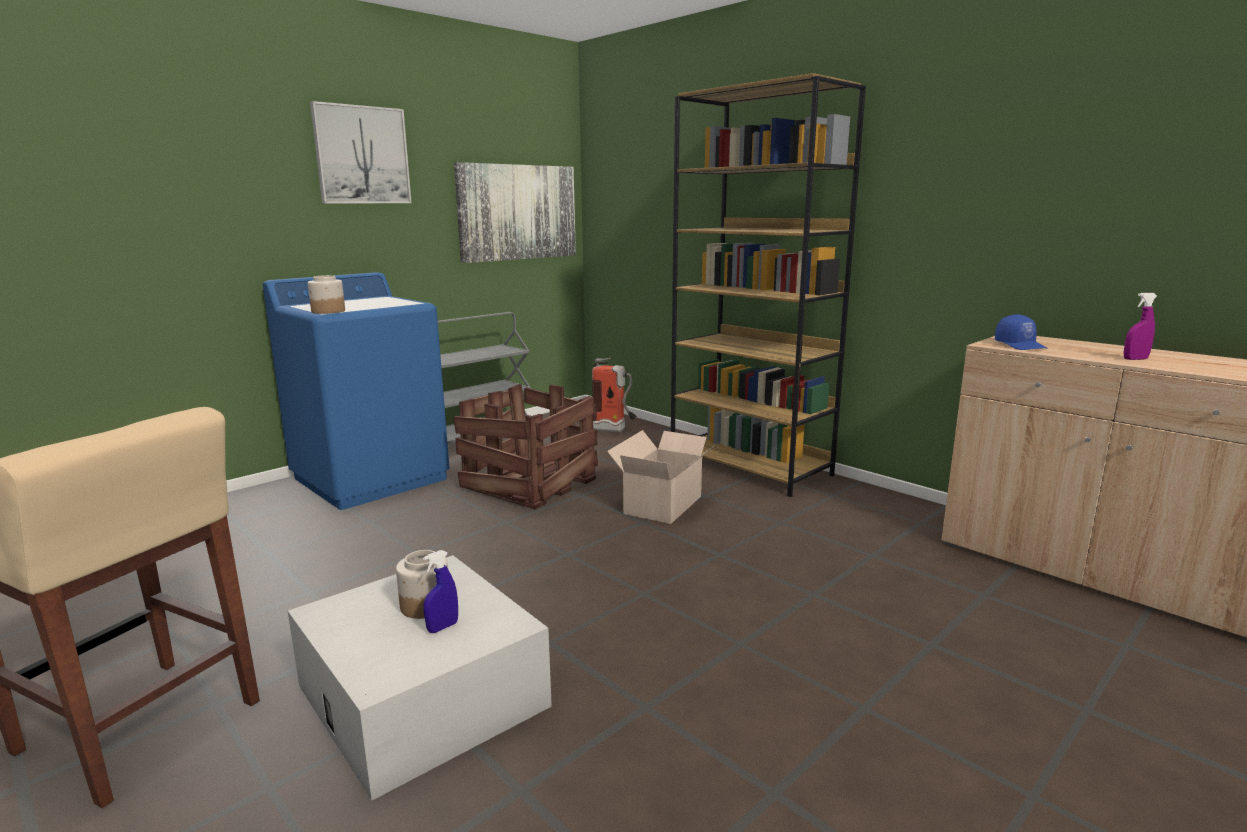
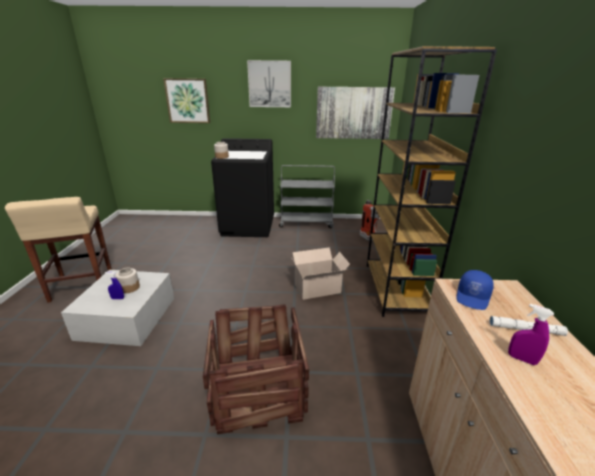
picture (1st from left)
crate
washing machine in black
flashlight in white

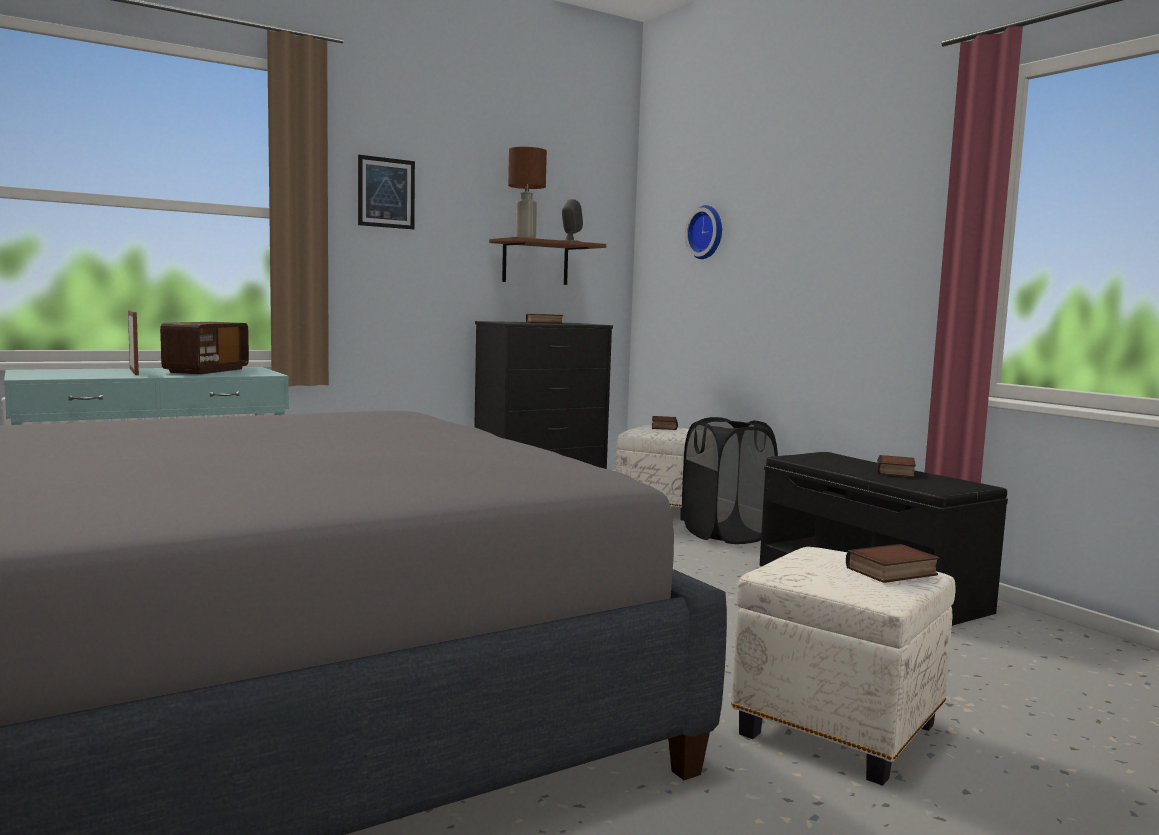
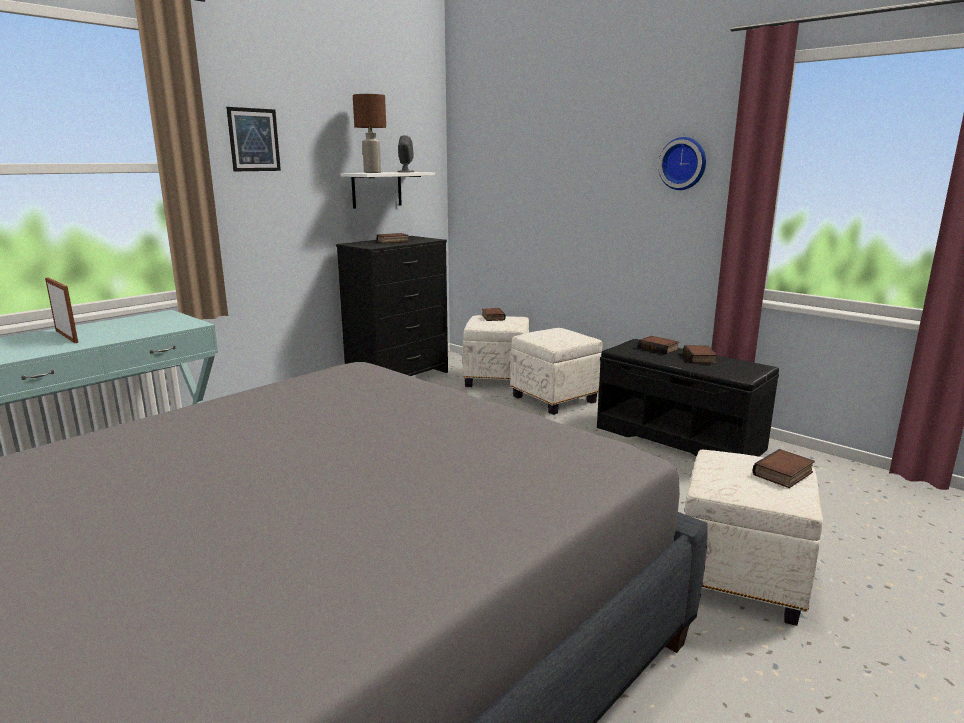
shelf in white
ottoman in white (2nd from left)
book (3rd from left)
wall clock
radio

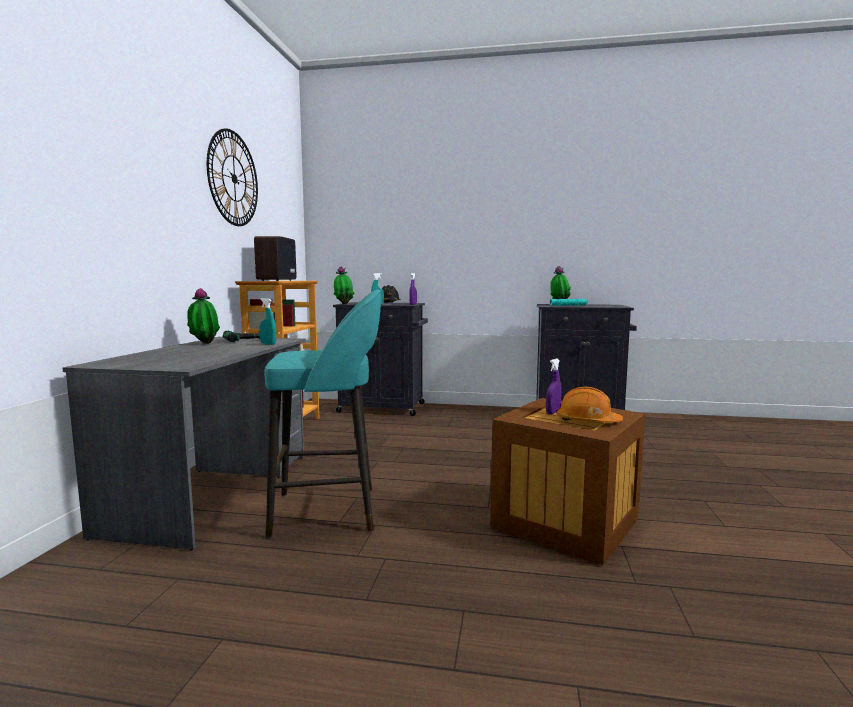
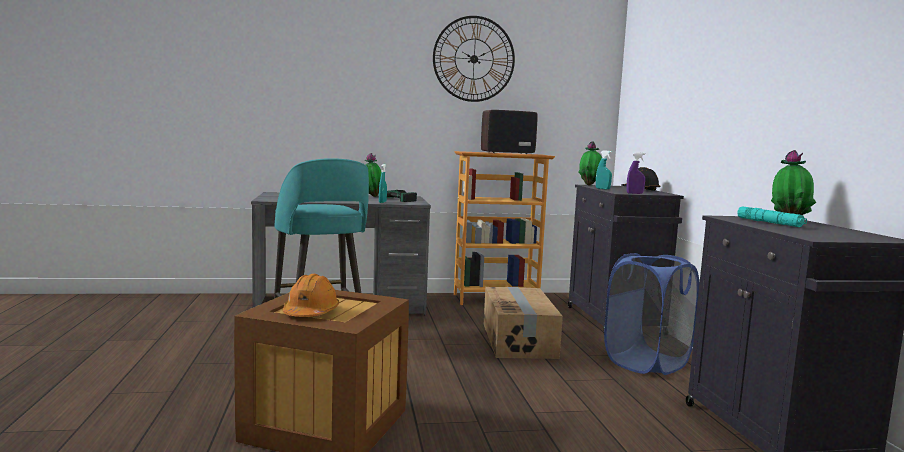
cardboard box
laundry basket in blue
spray bottle in purple (2nd from left in the first image)

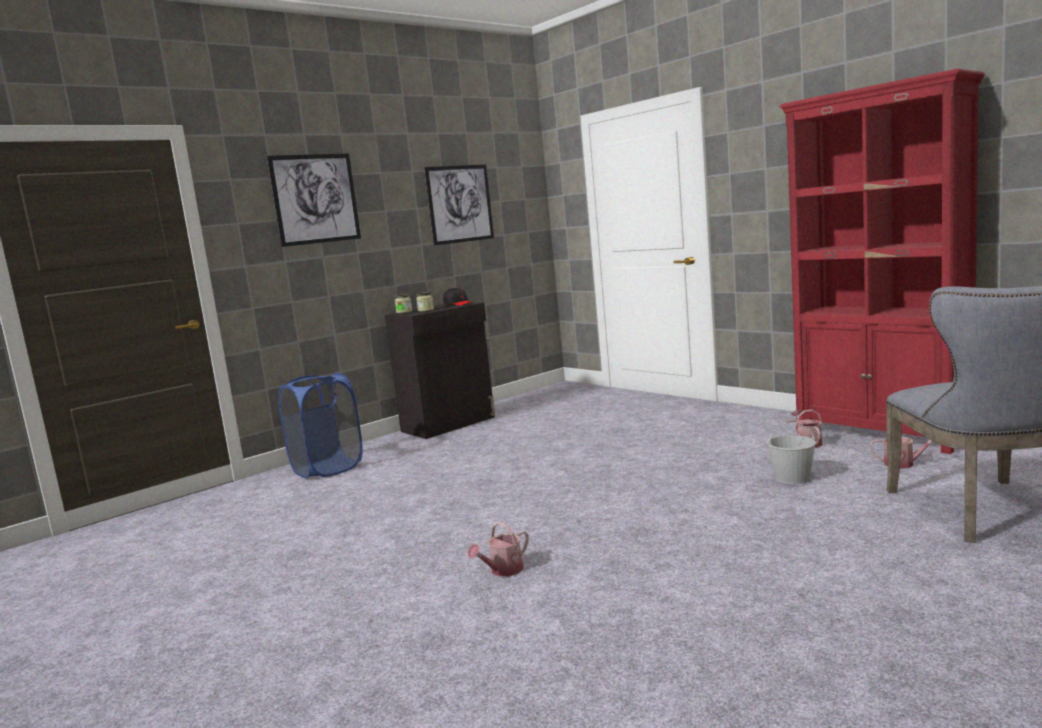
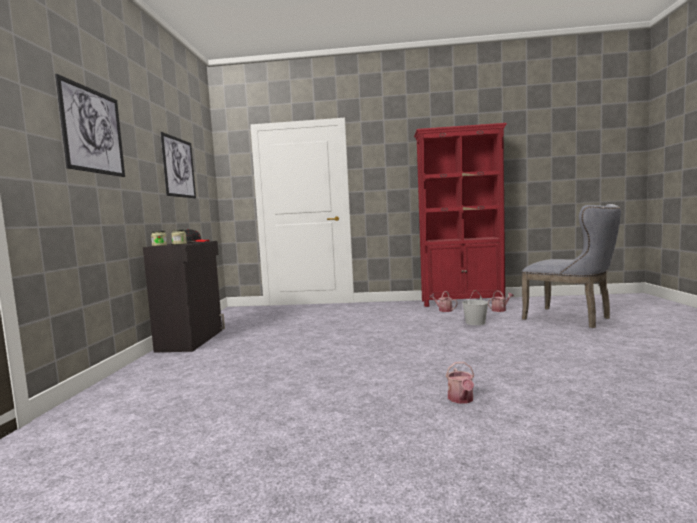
laundry basket in blue

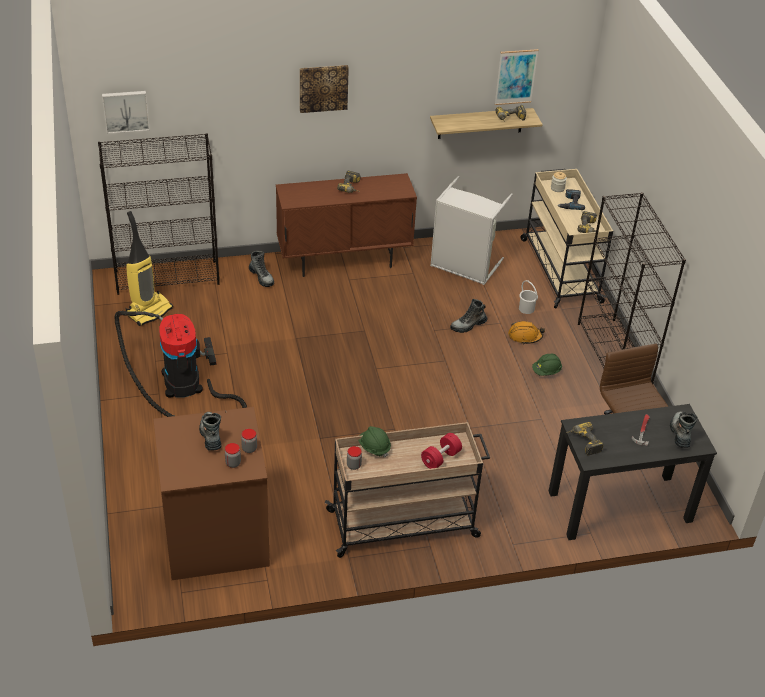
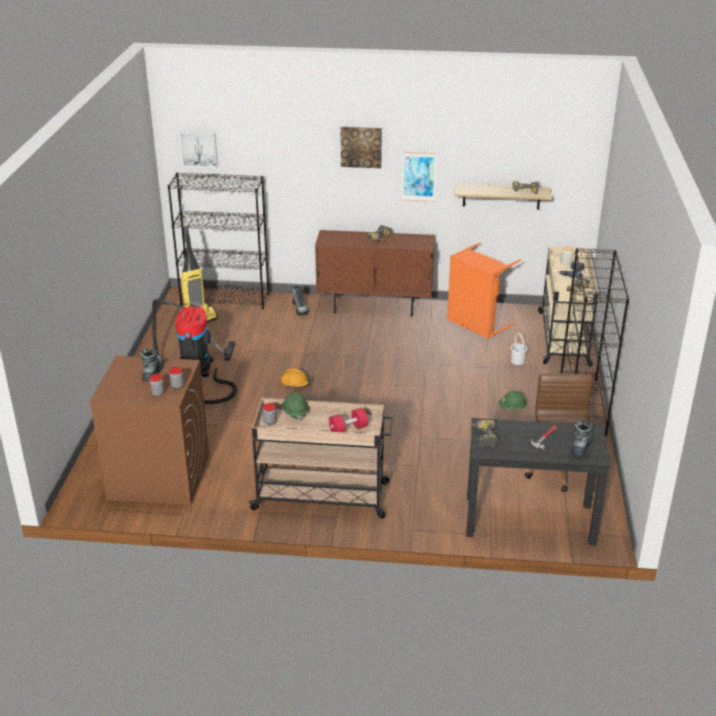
hard hat in orange
picture (3rd from left)
laundry basket in orange
boot (3rd from left in the first image)

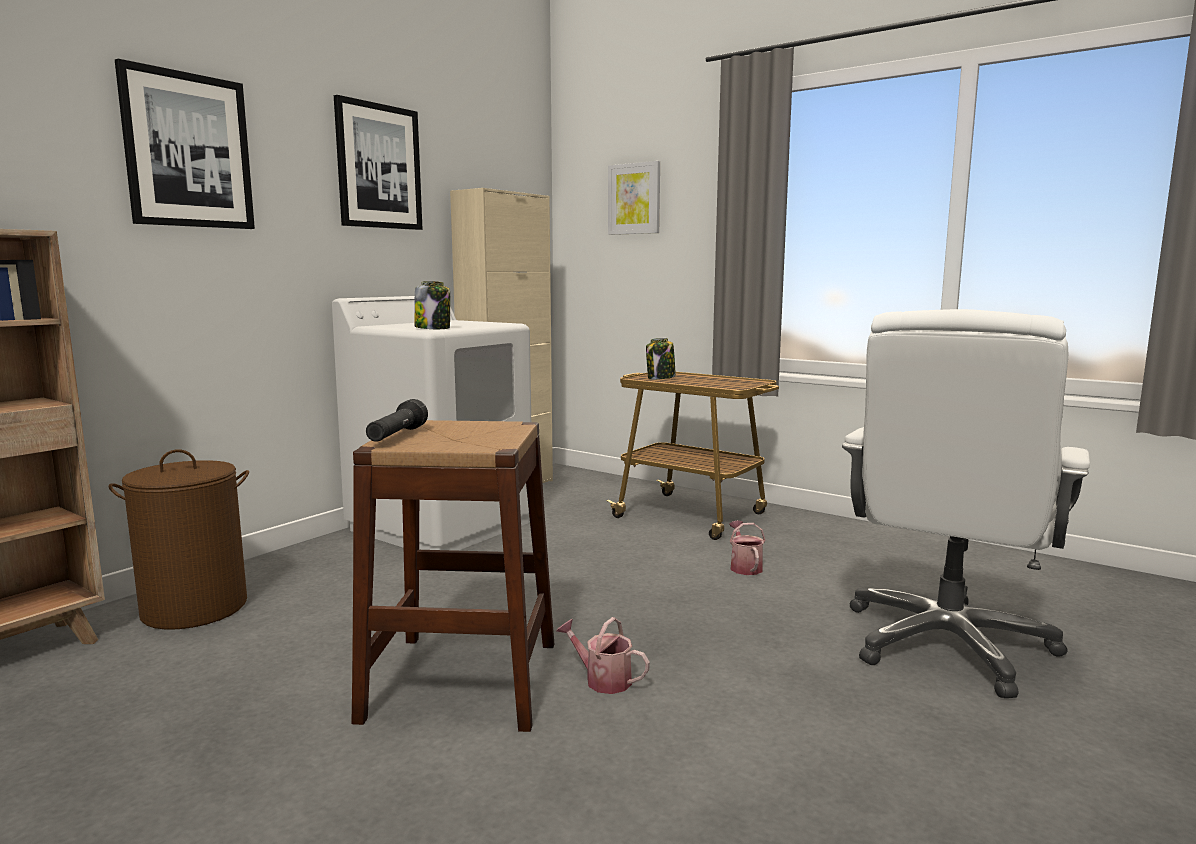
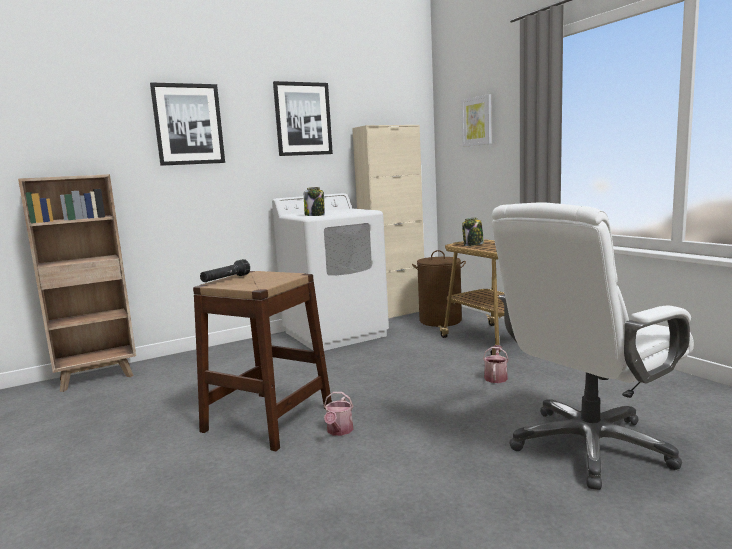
watering can (1st from left)
laundry basket in brown

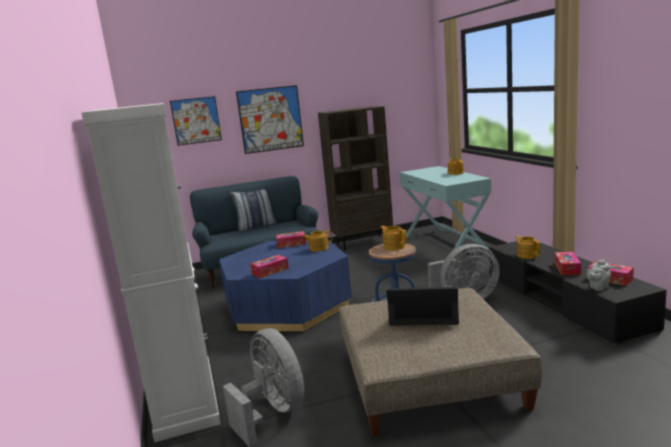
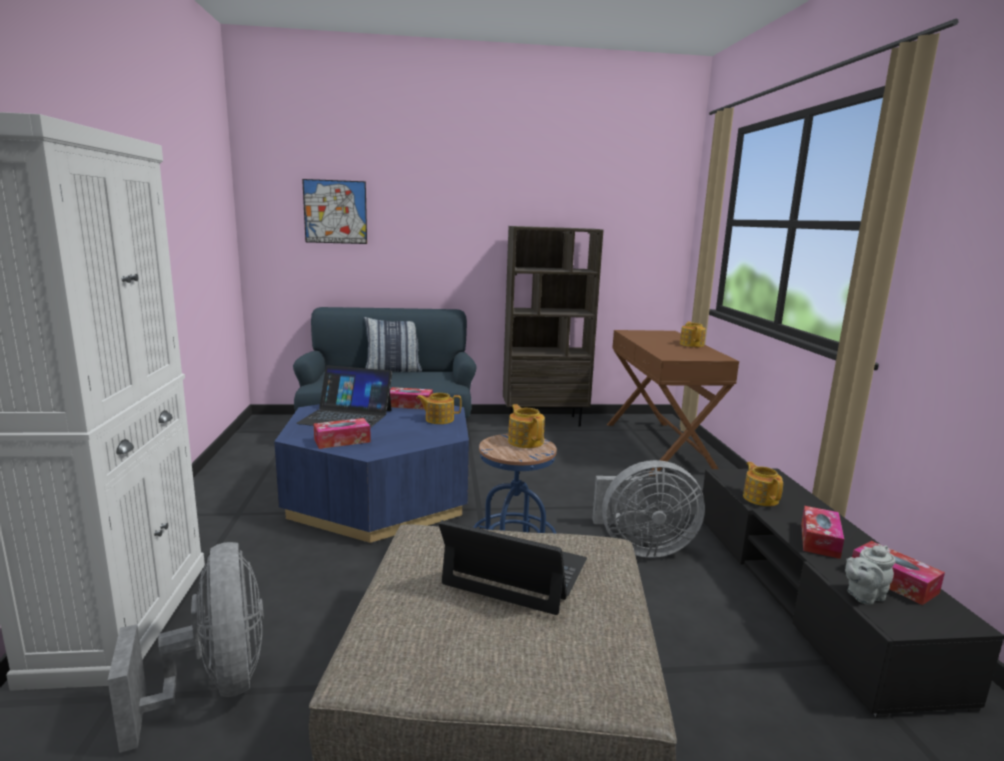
laptop (1st from left)
console table in brown
picture (2nd from left in the first image)

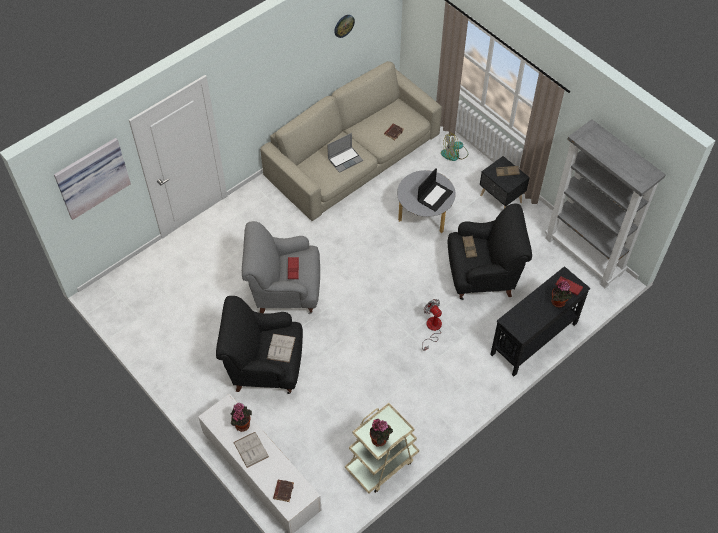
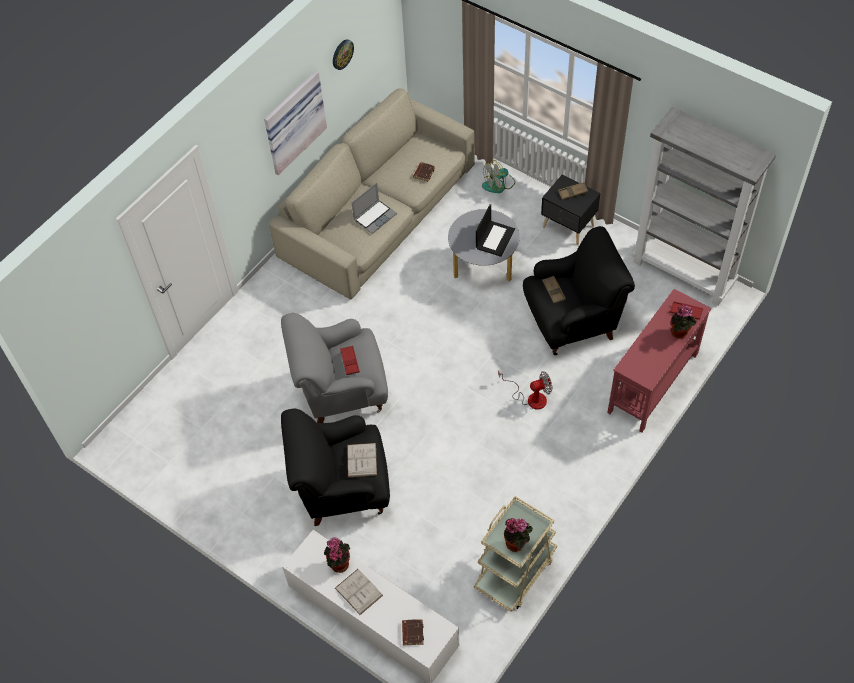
picture
fan (2nd from left)
console table in red

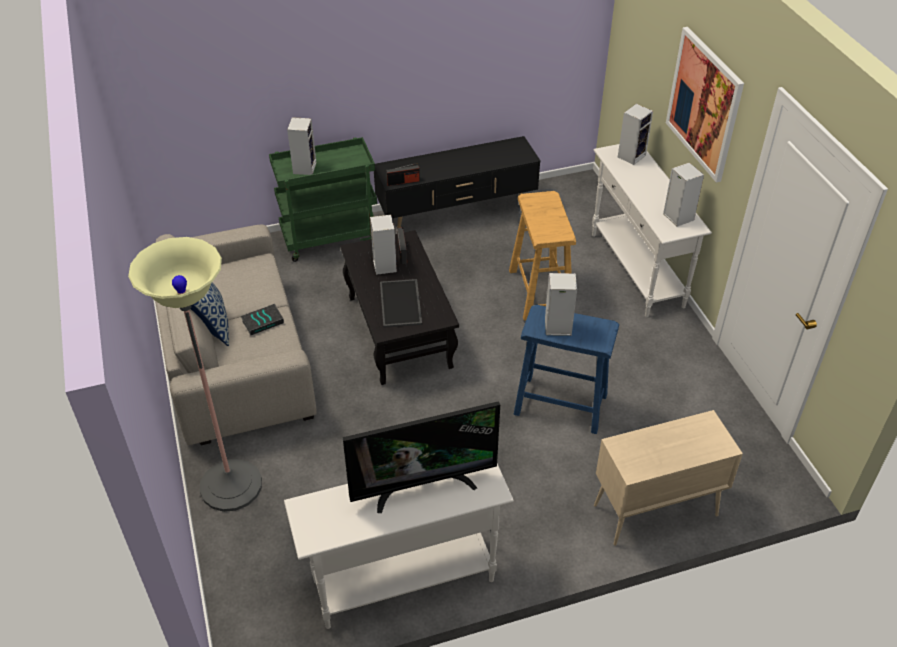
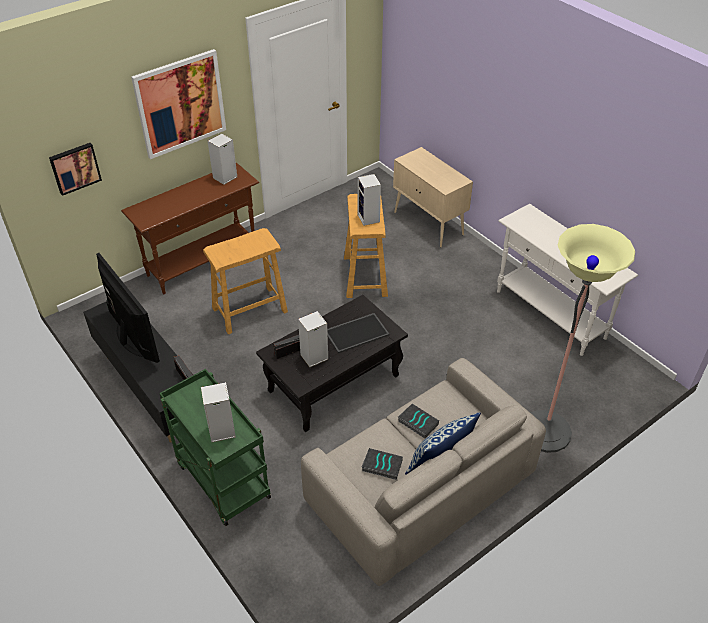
picture (1st from left)
television
console table in brown
stool in beige (2nd from left)
book (1st from left)
speaker (4th from left in the first image)

